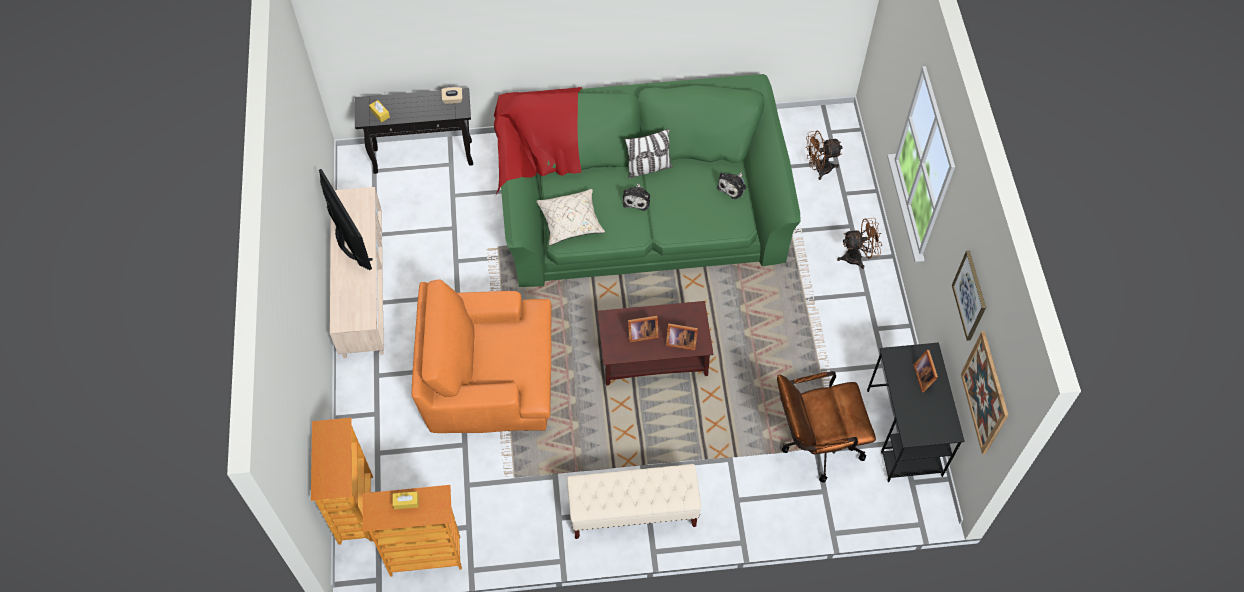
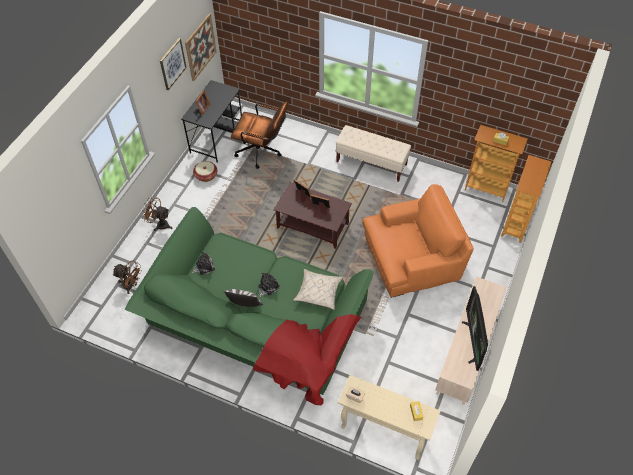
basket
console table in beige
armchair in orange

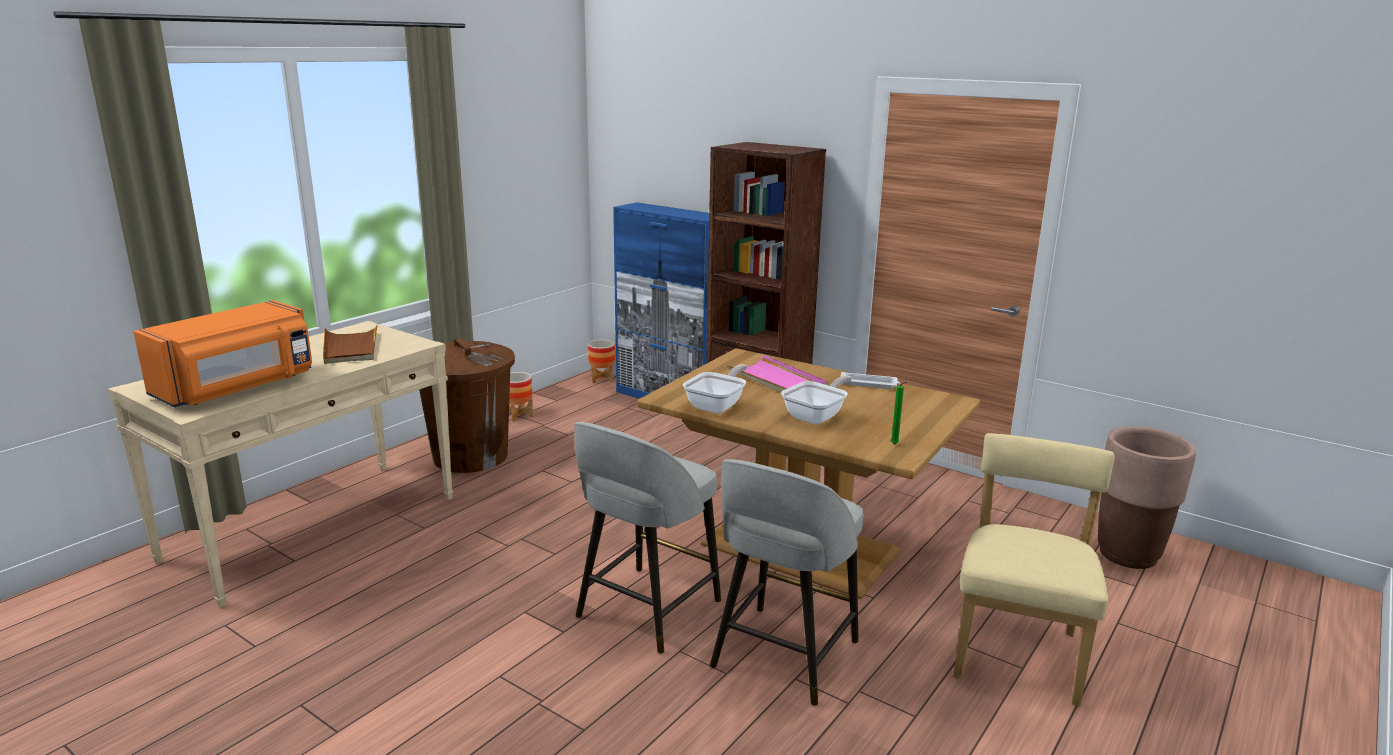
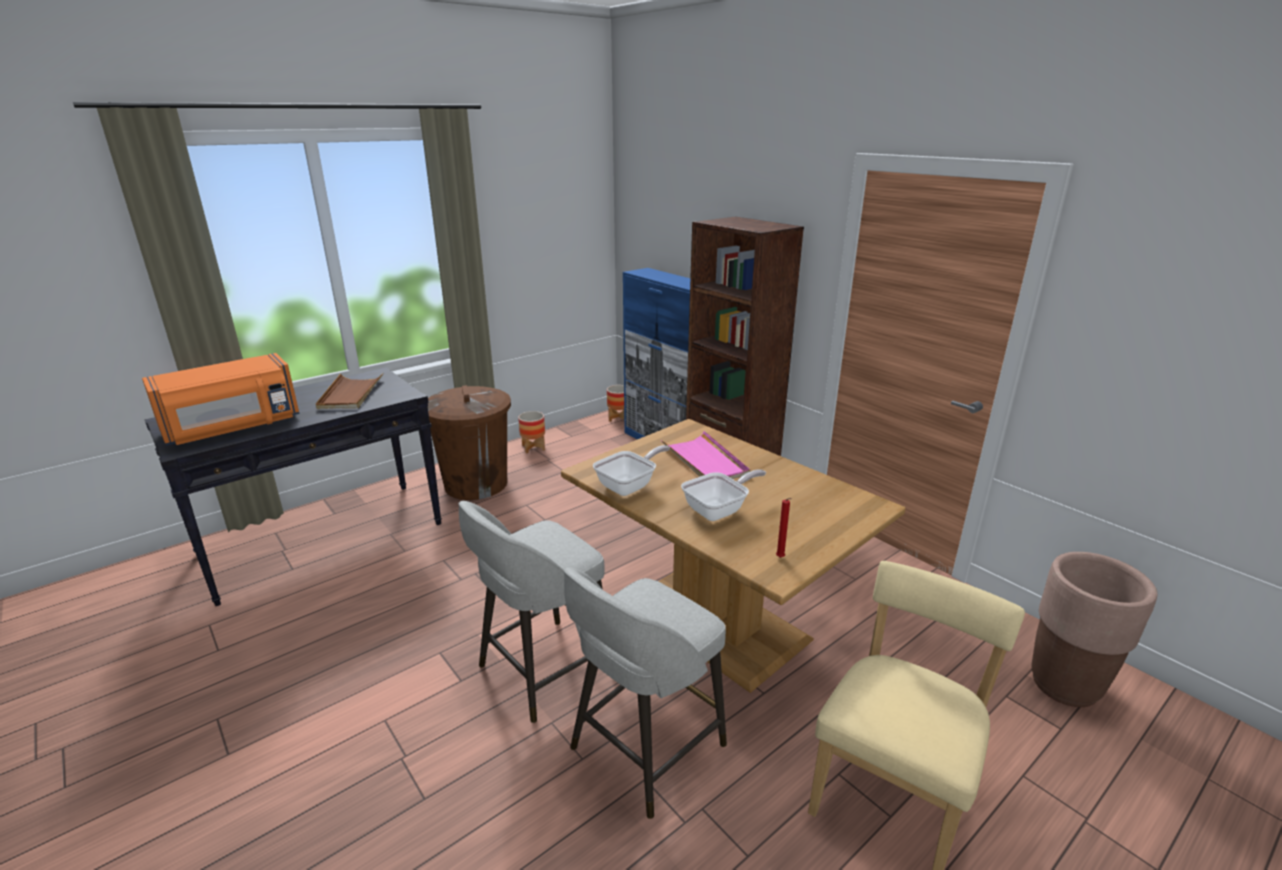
console table in black
candle in red
tray in white

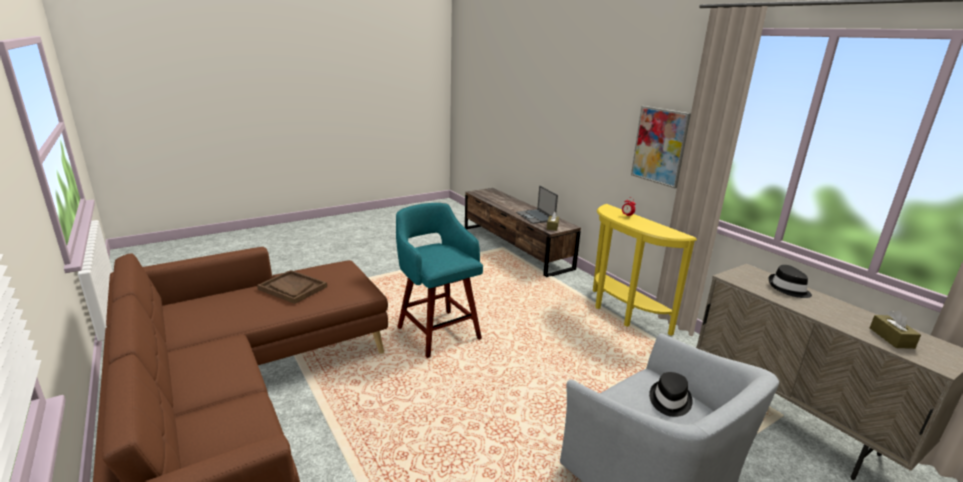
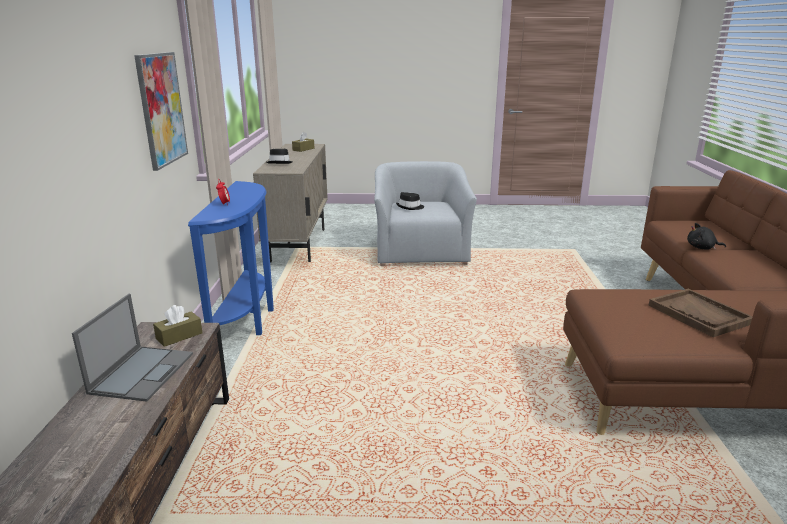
console table in blue
plush toy in black
stool in turquoise

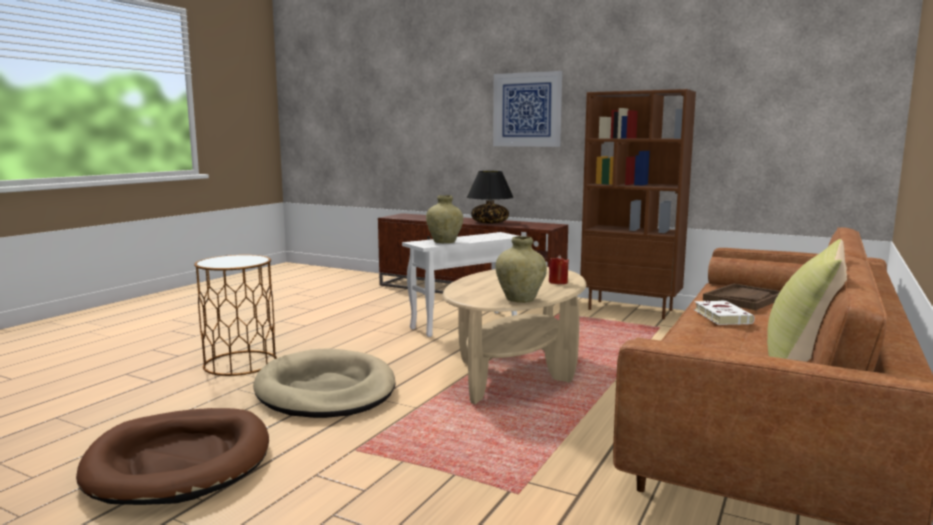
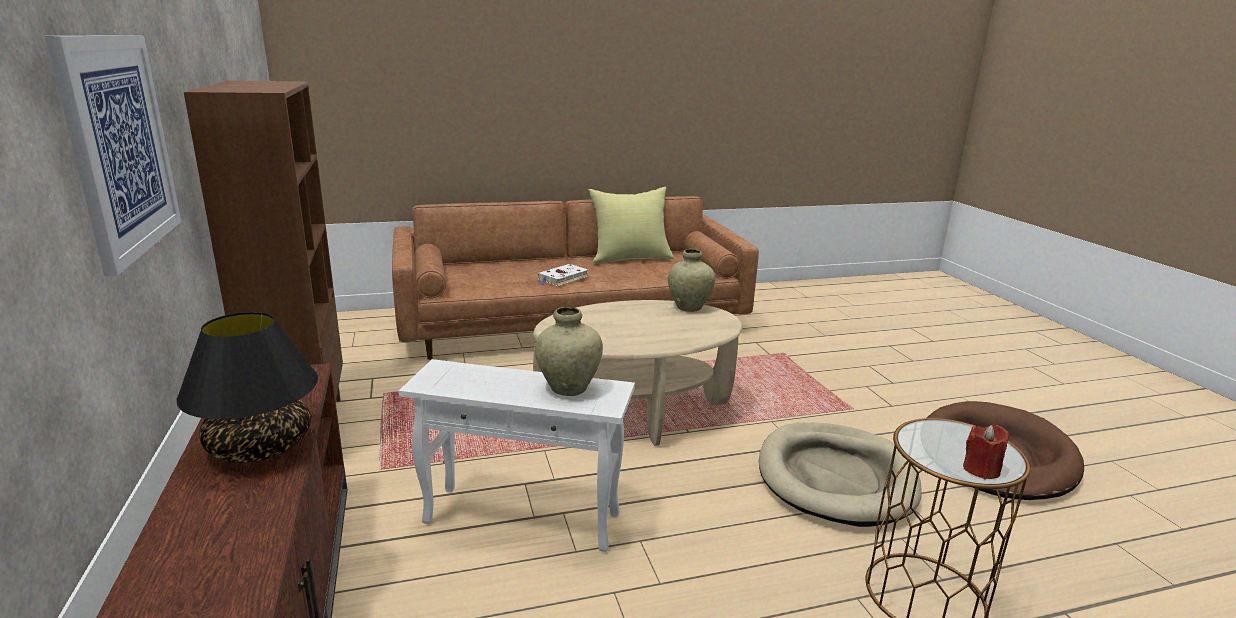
candle in red
tray in brown

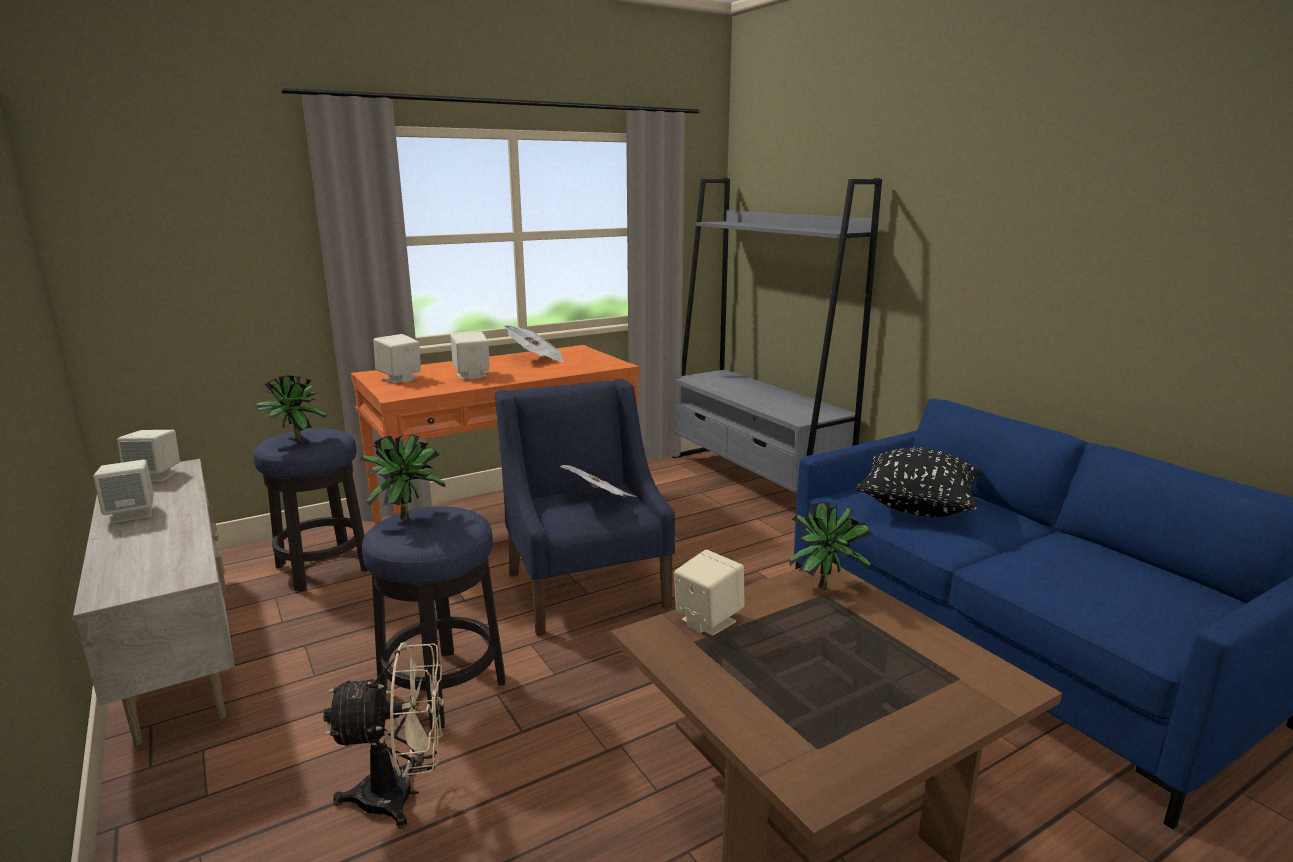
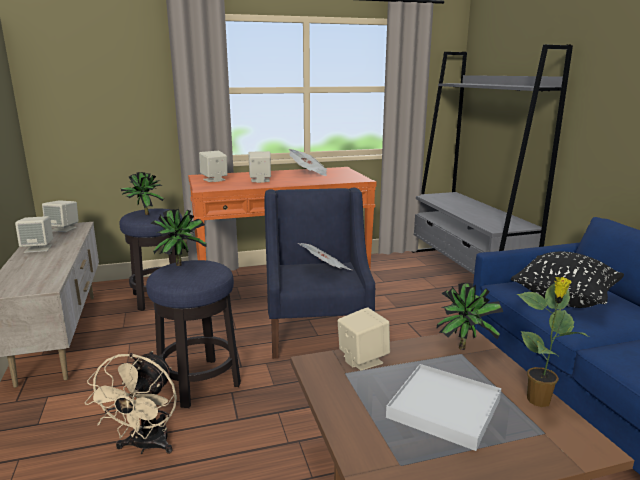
fan in beige
tray in white
potted plant (4th from left)

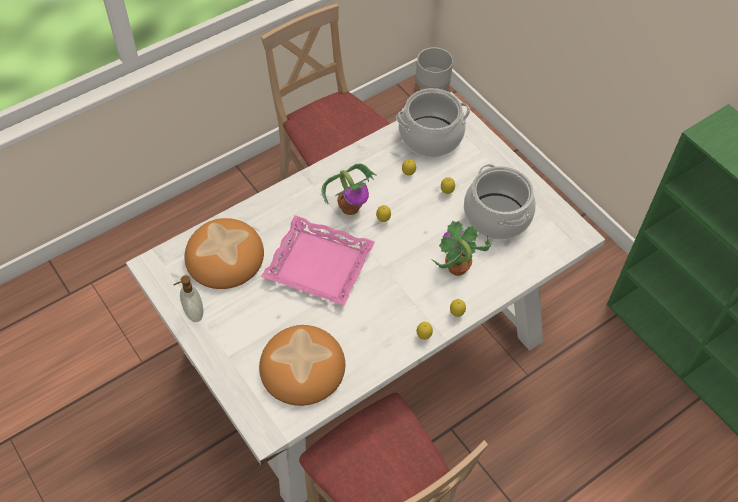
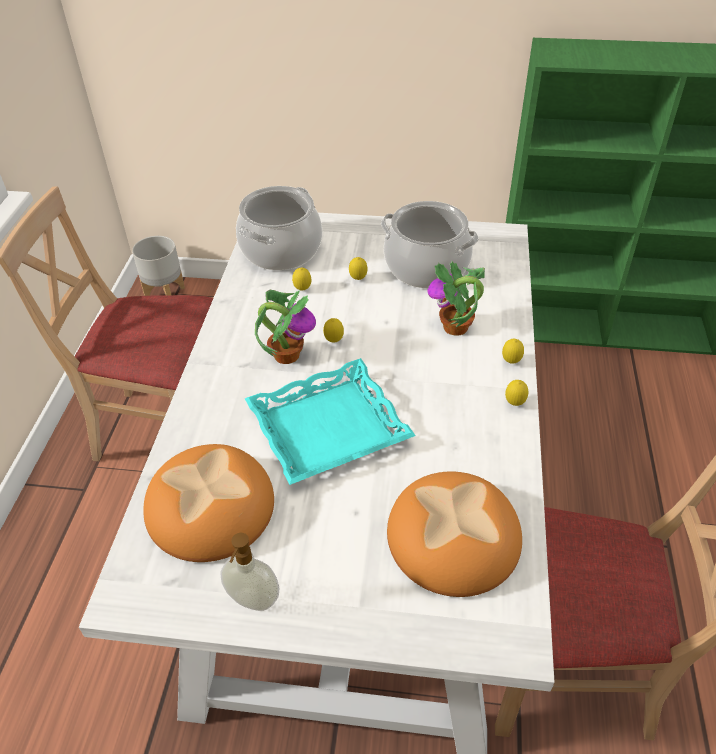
tray in turquoise

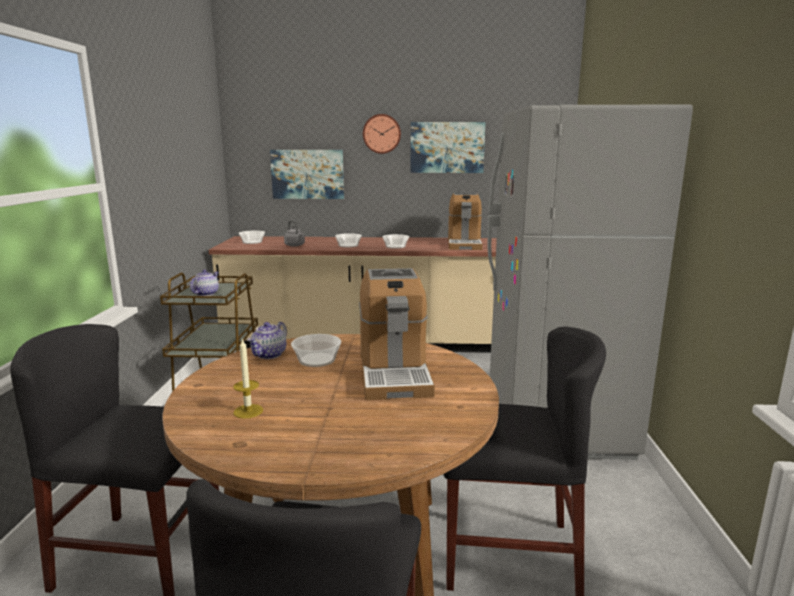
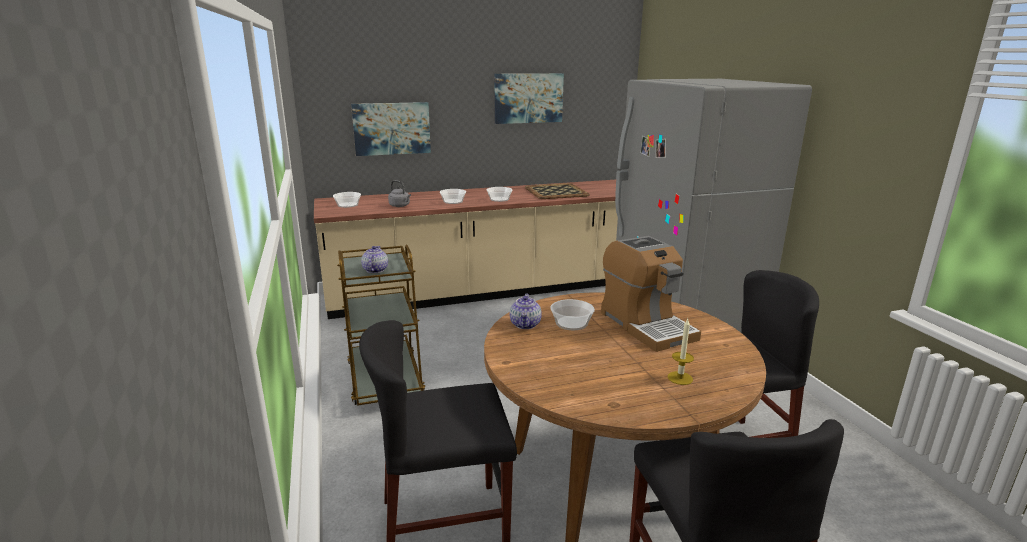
tray
candle
wall clock

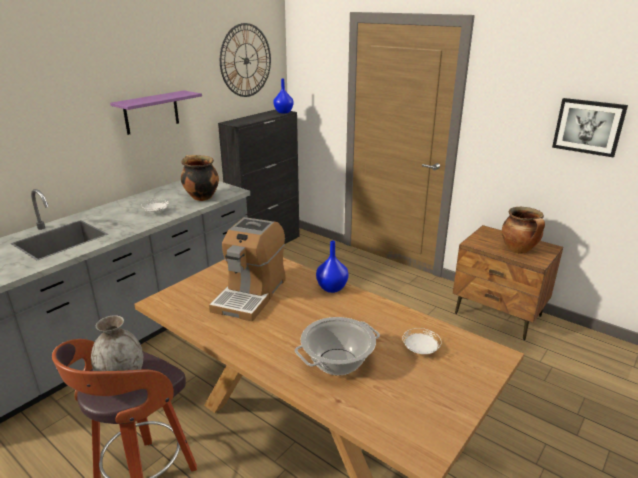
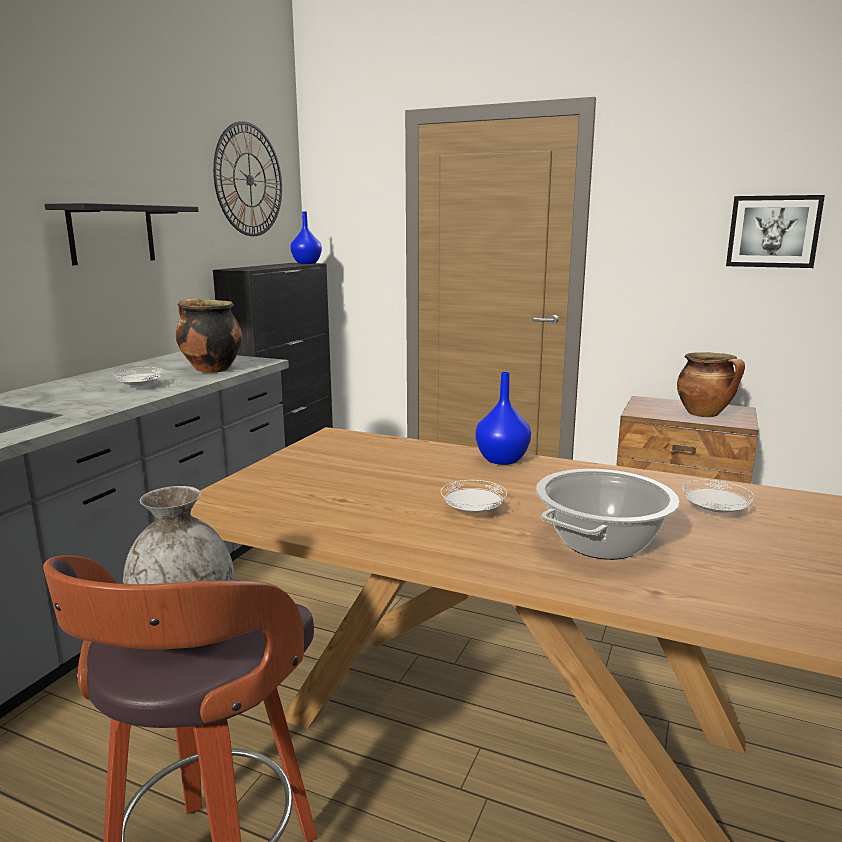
shelf in black
plate in white (2nd from left)
coffee machine

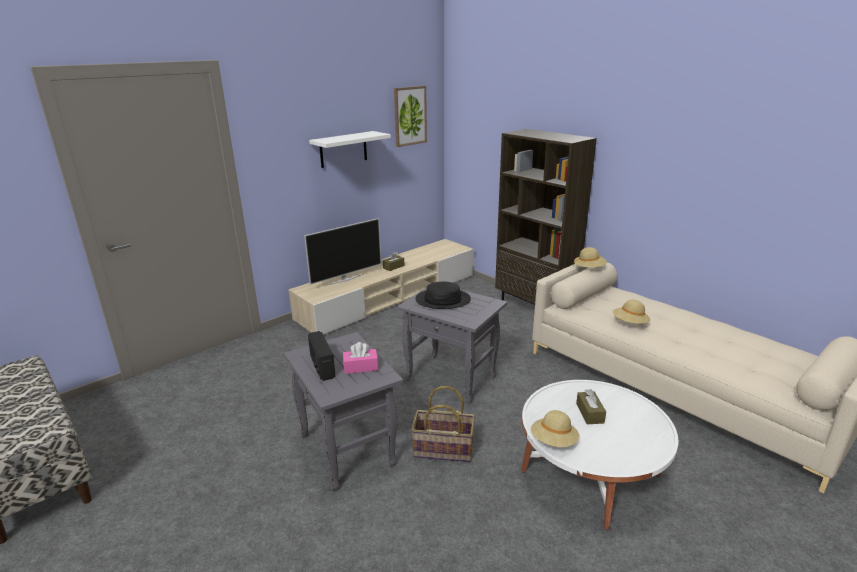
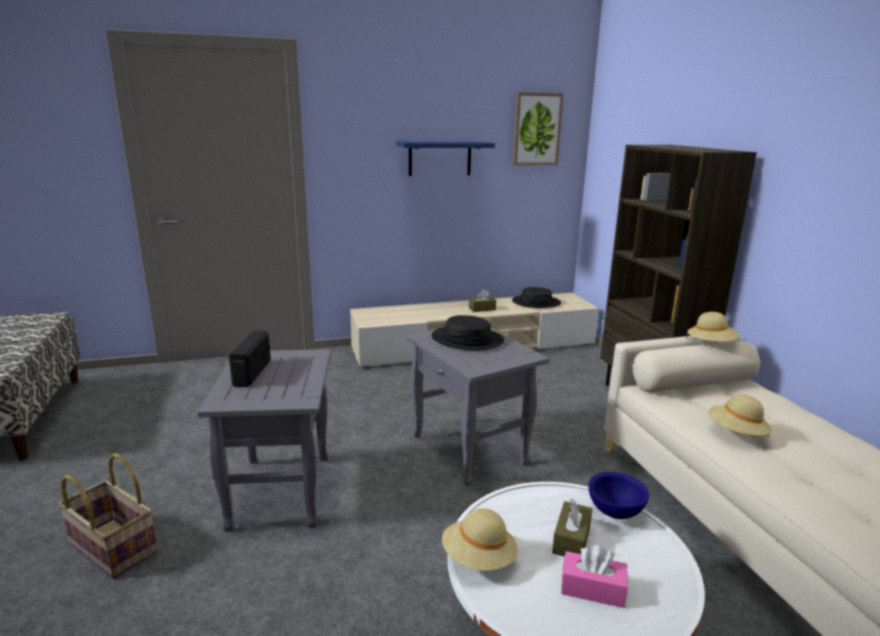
basket
shelf in blue
hat in black (2nd from left)
tissue box in pink
bowl in blue
television

